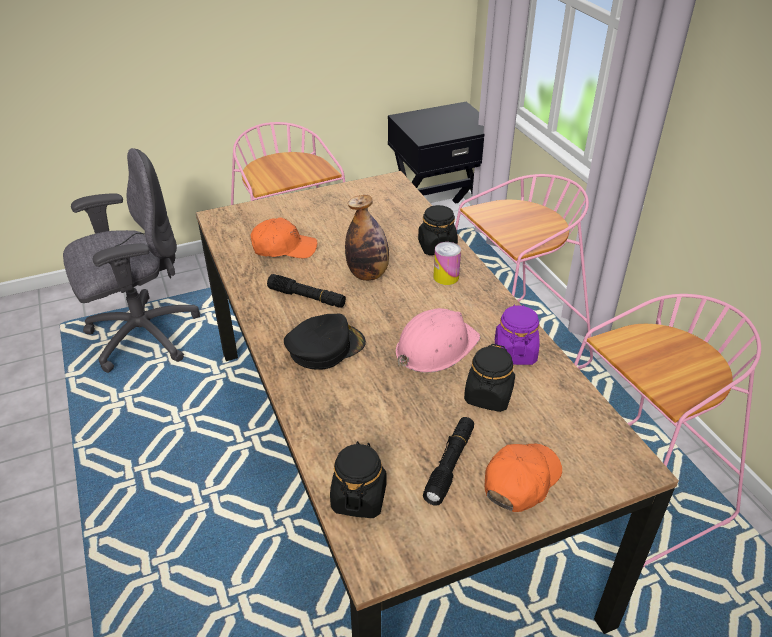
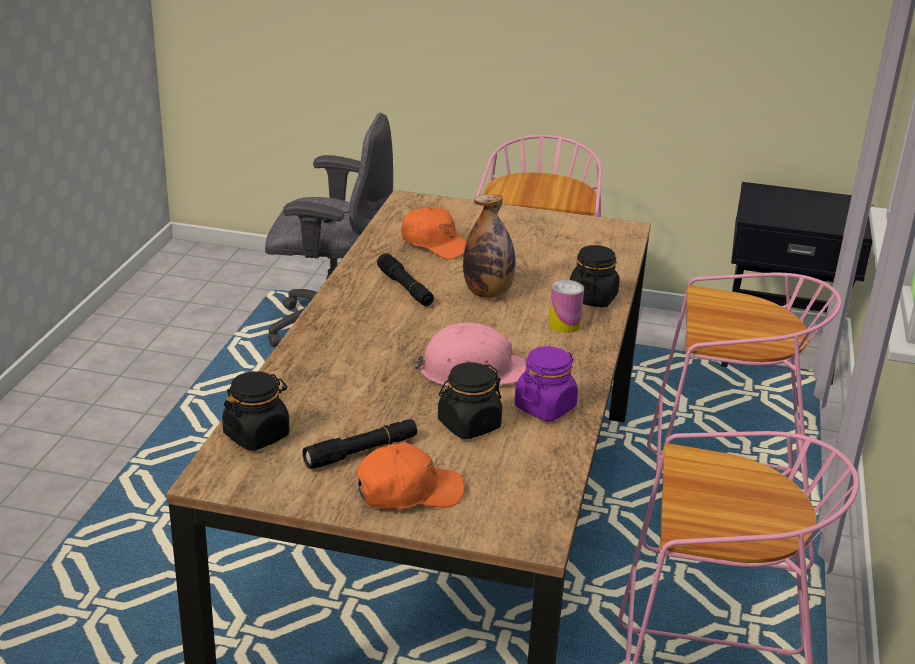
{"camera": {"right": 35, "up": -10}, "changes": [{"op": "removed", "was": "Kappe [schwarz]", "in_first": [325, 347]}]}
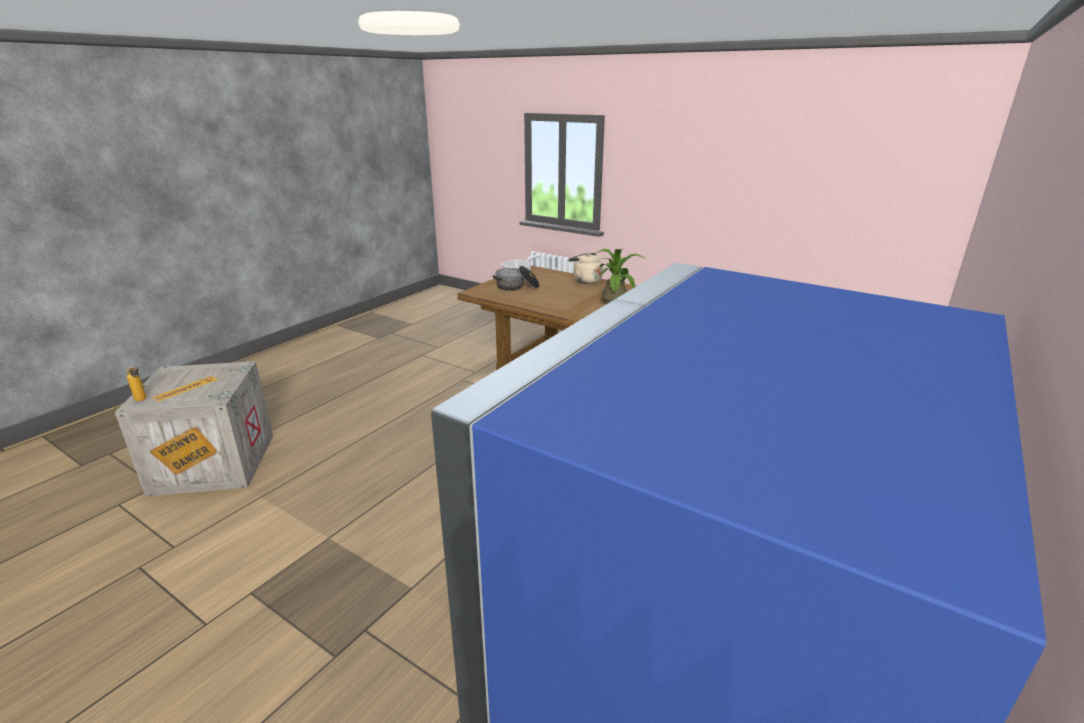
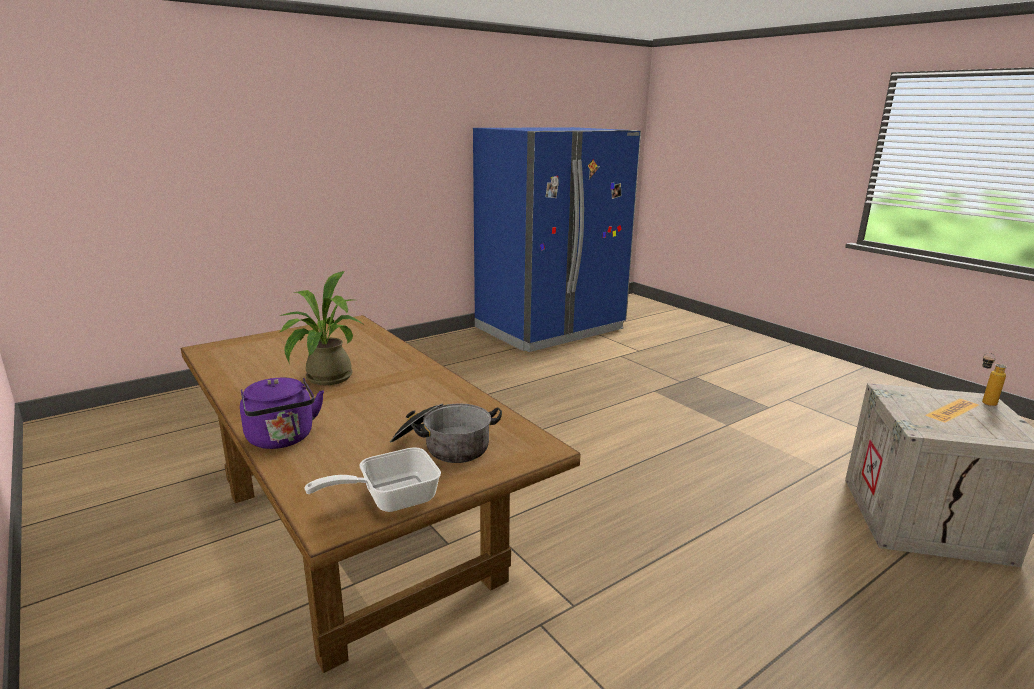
{"camera": {"right": -160, "up": -5}, "changes": [{"op": "recoloured", "was": "Wasserkessel [beige]", "now": "Wasserkessel [lila]", "in_first": [585, 280], "in_second": [282, 439]}]}
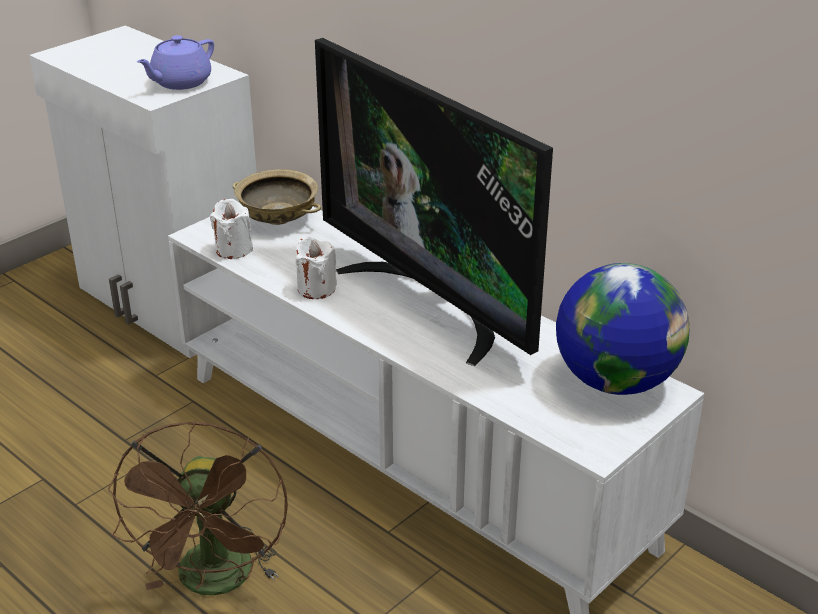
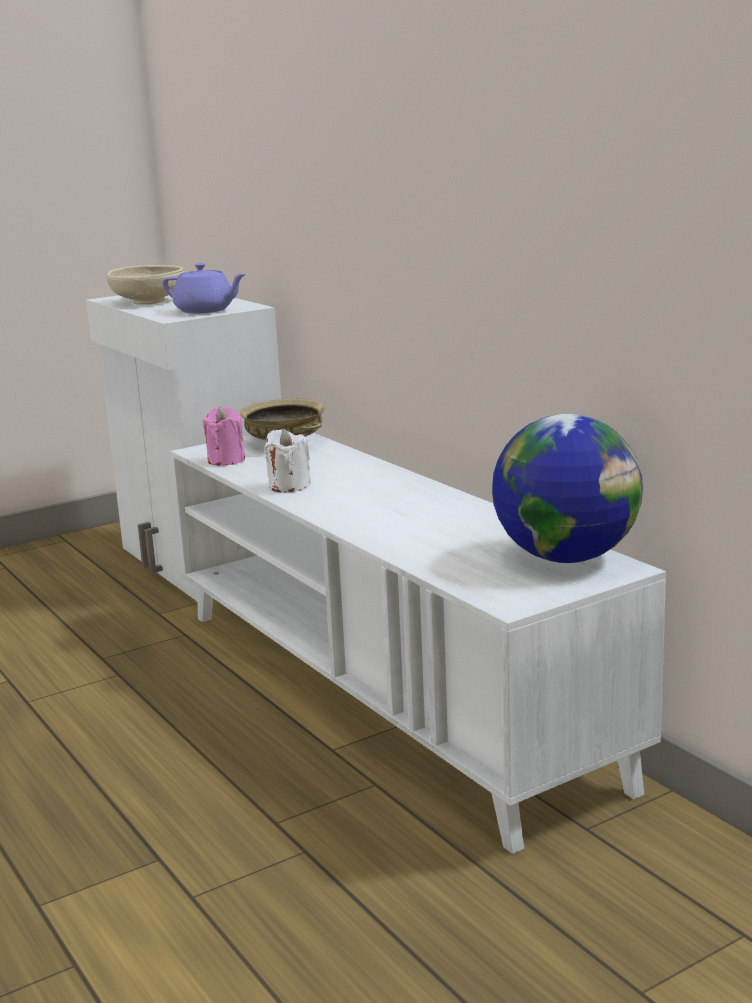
{"camera": {"right": 15, "up": -15}, "changes": [{"op": "removed", "was": "Ventilator [braun]", "in_first": [216, 583]}, {"op": "turned", "was": "Teekanne [lila]", "in_first": [180, 82], "in_second": [205, 310], "clockwise": -120}, {"op": "recoloured", "was": "Kerze [weiß]", "now": "Kerze [rosa]", "in_first": [233, 250], "in_second": [226, 460]}, {"op": "removed", "was": "Fernseher", "in_first": [432, 302]}, {"op": "added", "now": "Schüssel [beige]", "in_second": [148, 301]}]}
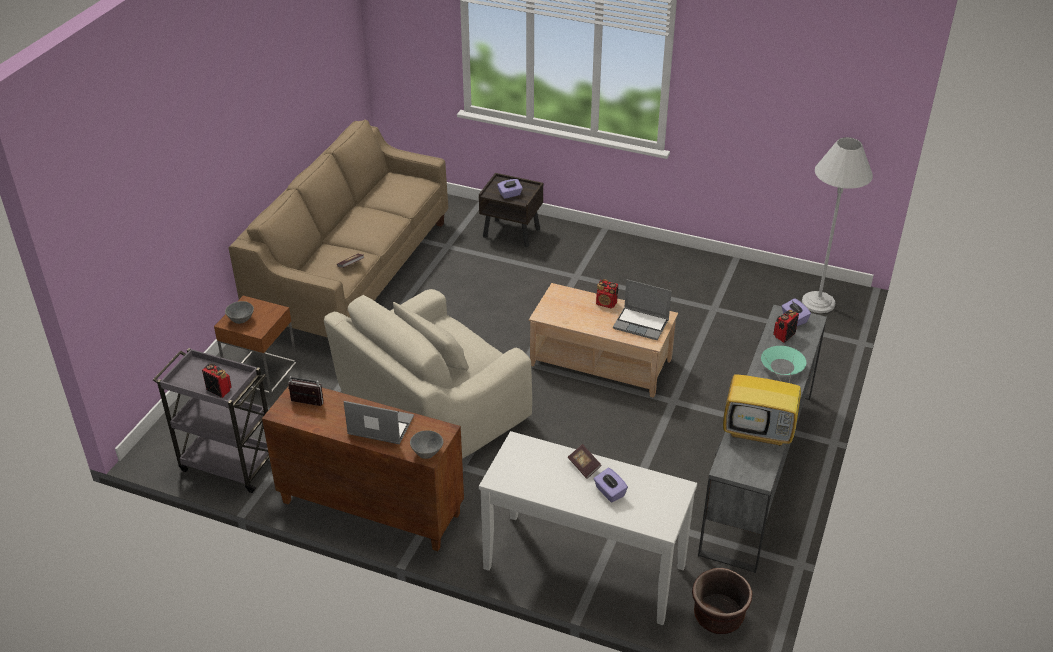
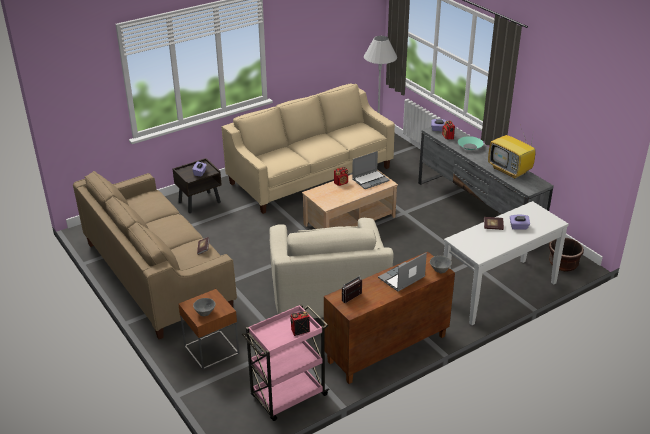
{"camera": {"right": -55, "up": -5}, "changes": [{"op": "recoloured", "was": "Rollwagen [grau]", "now": "Rollwagen [rosa]", "in_first": [228, 463], "in_second": [287, 396]}, {"op": "turned", "was": "Fernseher", "in_first": [760, 431], "in_second": [510, 171], "clockwise": 90}, {"op": "added", "now": "Sofa [beige]", "in_second": [311, 175]}]}
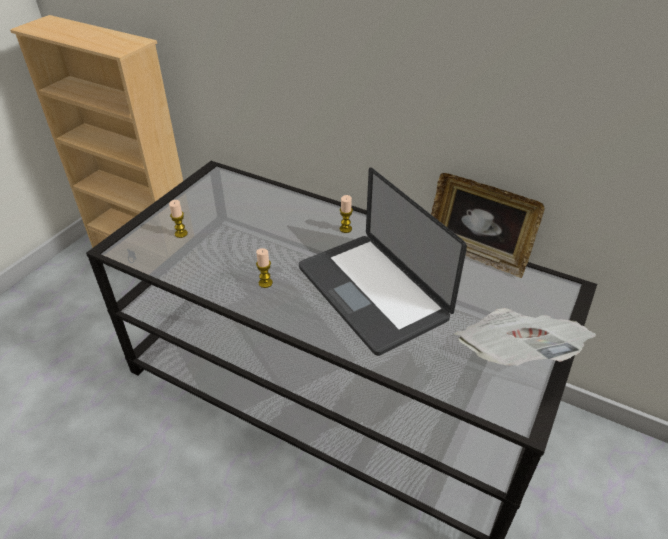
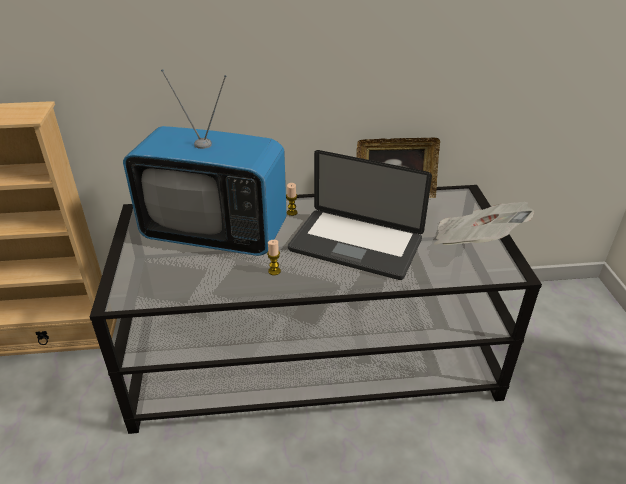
{"camera": {"right": -35, "up": -5}, "changes": [{"op": "removed", "was": "Kerze", "in_first": [181, 233]}, {"op": "added", "now": "Fernseher", "in_second": [215, 234]}]}
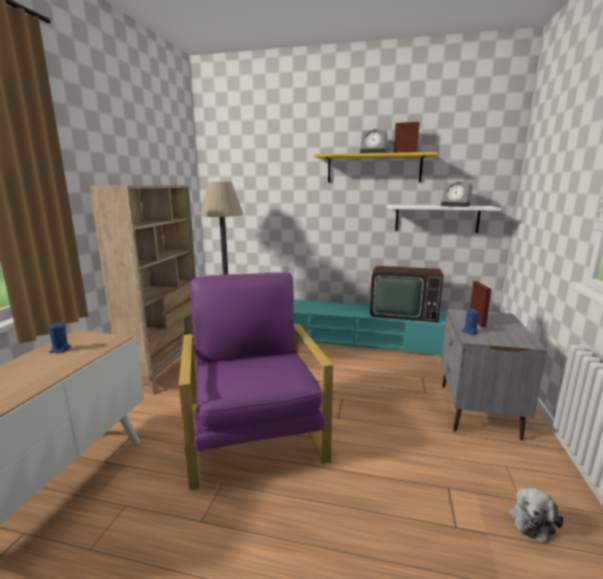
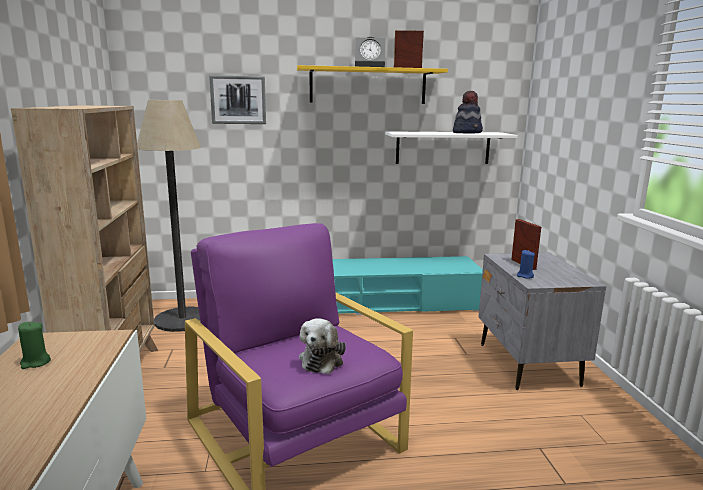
{"camera": {"right": -20, "up": 0}, "changes": [{"op": "recoloured", "was": "Kerze [blau]", "now": "Kerze [grün]", "in_first": [60, 349], "in_second": [35, 362]}, {"op": "removed", "was": "Fernseher", "in_first": [402, 313]}, {"op": "replaced", "was": "Wecker", "now": "Hut", "in_first": [456, 206], "in_second": [467, 133]}, {"op": "moved", "was": "Plüschtier", "in_first": [532, 519], "in_second": [322, 359]}, {"op": "added", "now": "Bild", "in_second": [238, 100]}]}
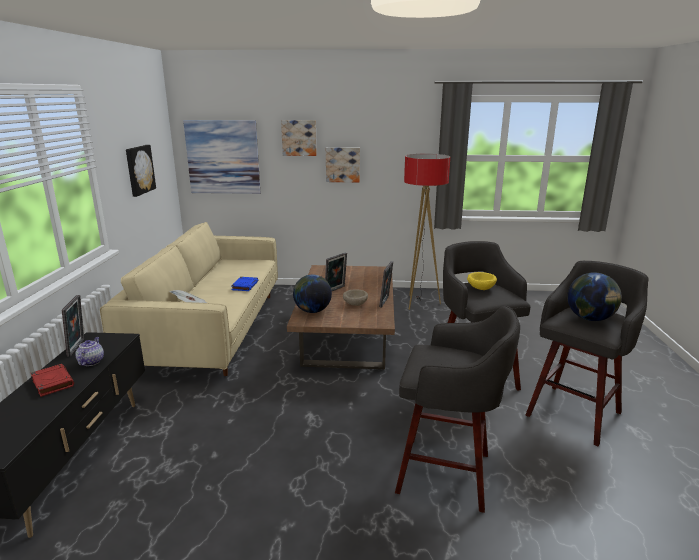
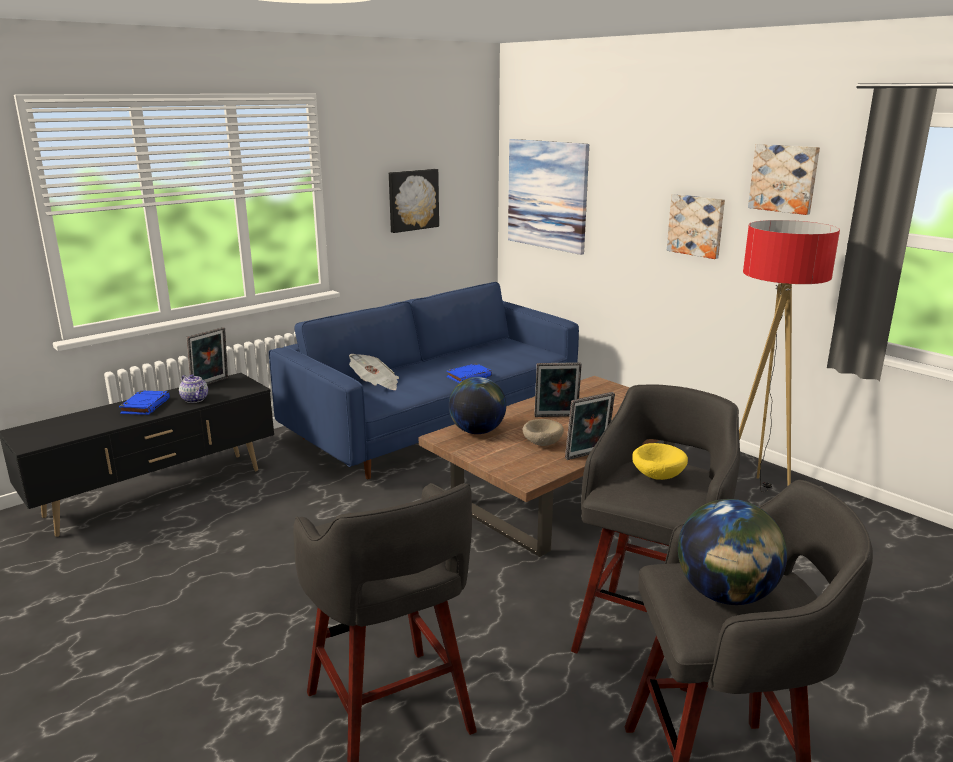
{"camera": {"right": 45, "up": 0}, "changes": [{"op": "recoloured", "was": "Buch [rot]", "now": "Buch [blau]", "in_first": [52, 382], "in_second": [145, 406]}, {"op": "turned", "was": "Teekanne", "in_first": [91, 361], "in_second": [195, 399], "clockwise": 90}, {"op": "recoloured", "was": "Sofa [beige]", "now": "Sofa [blau]", "in_first": [211, 329], "in_second": [433, 423]}, {"op": "moved", "was": "Bild", "in_first": [299, 137], "in_second": [784, 178]}]}
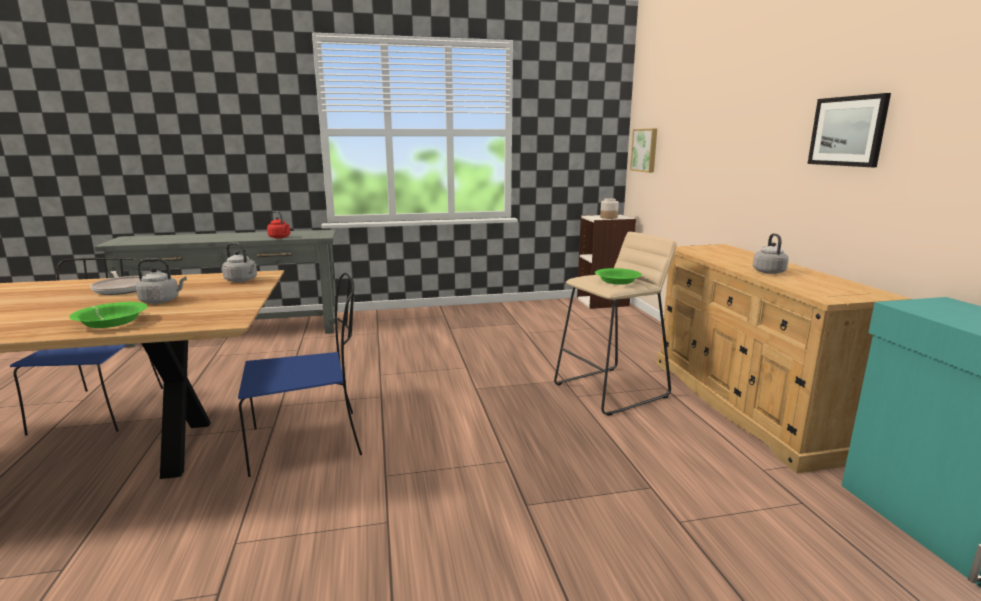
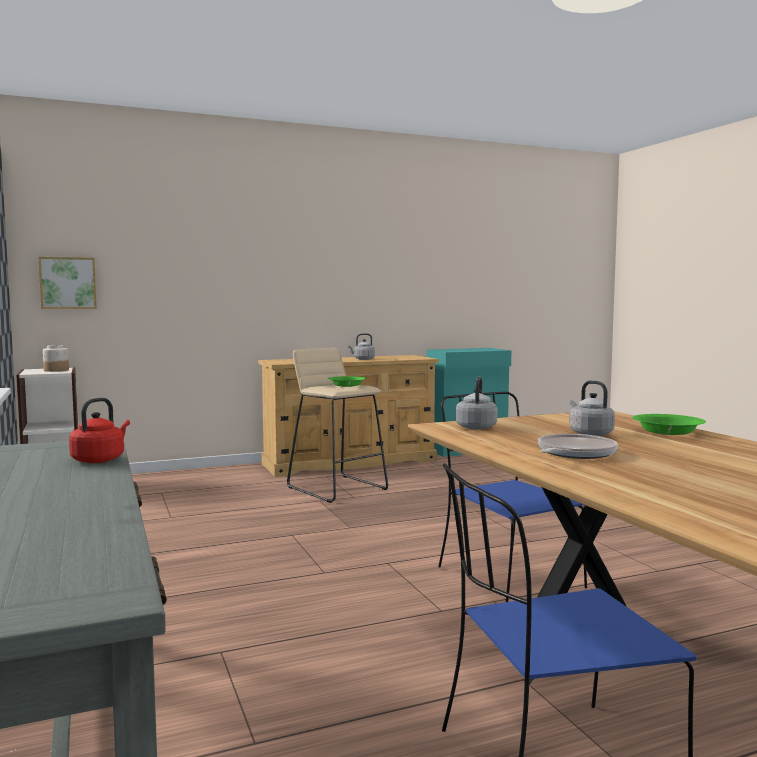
{"camera": {"right": -100, "up": -10}, "changes": [{"op": "removed", "was": "Bild", "in_first": [848, 131]}]}
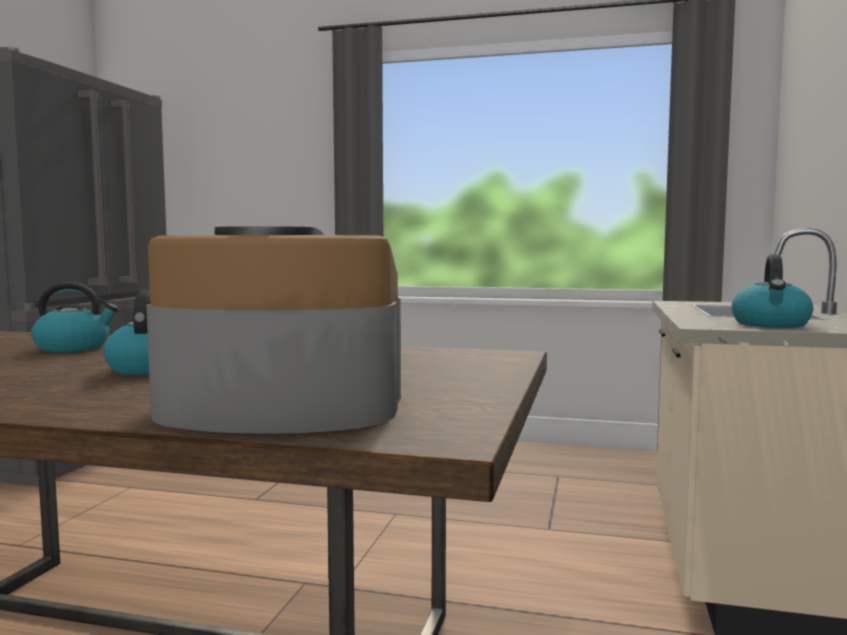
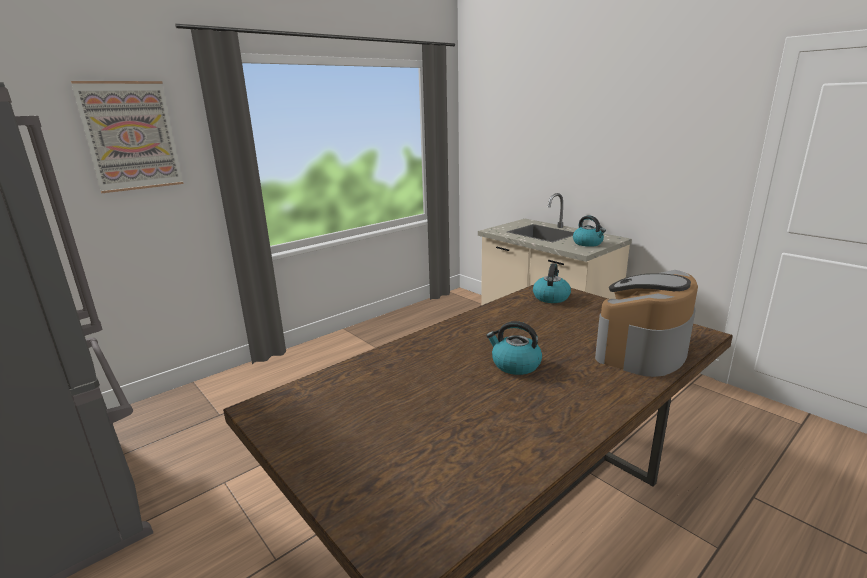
{"camera": {"right": -55, "up": 15}, "changes": [{"op": "moved", "was": "Wasserkessel", "in_first": [74, 348], "in_second": [551, 297]}, {"op": "added", "now": "Bild", "in_second": [131, 136]}]}
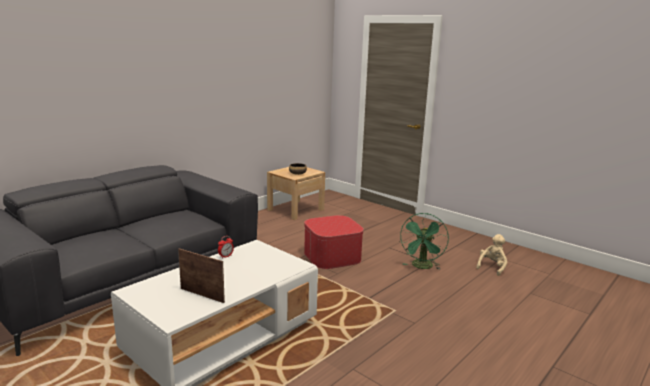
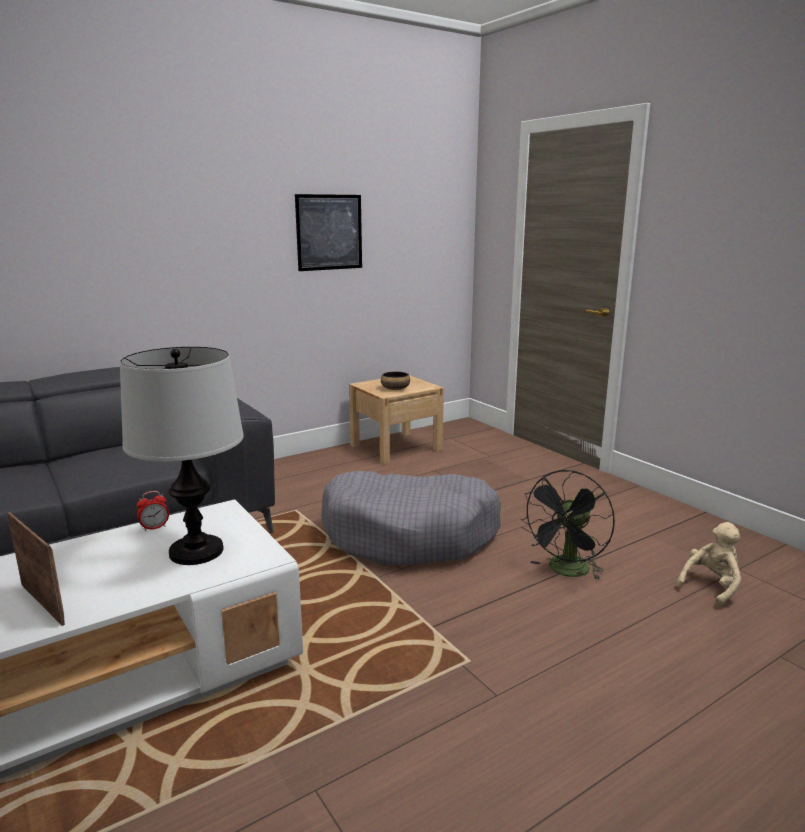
{"camera": {"right": 15, "up": 0}, "changes": [{"op": "replaced", "was": "Polsterhocker", "now": "Hundebett [grau]", "in_first": [332, 256], "in_second": [410, 535]}, {"op": "recoloured", "was": "Ventilator [grün]", "now": "Ventilator [schwarz]", "in_first": [422, 267], "in_second": [566, 572]}, {"op": "added", "now": "Tischlampe", "in_second": [195, 552]}, {"op": "added", "now": "Bild", "in_second": [329, 232]}]}
